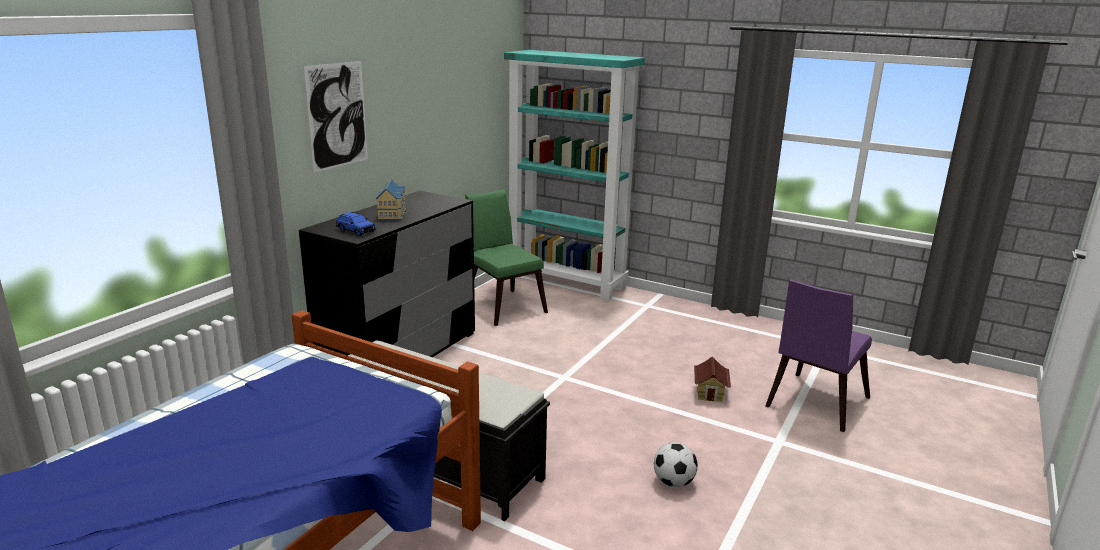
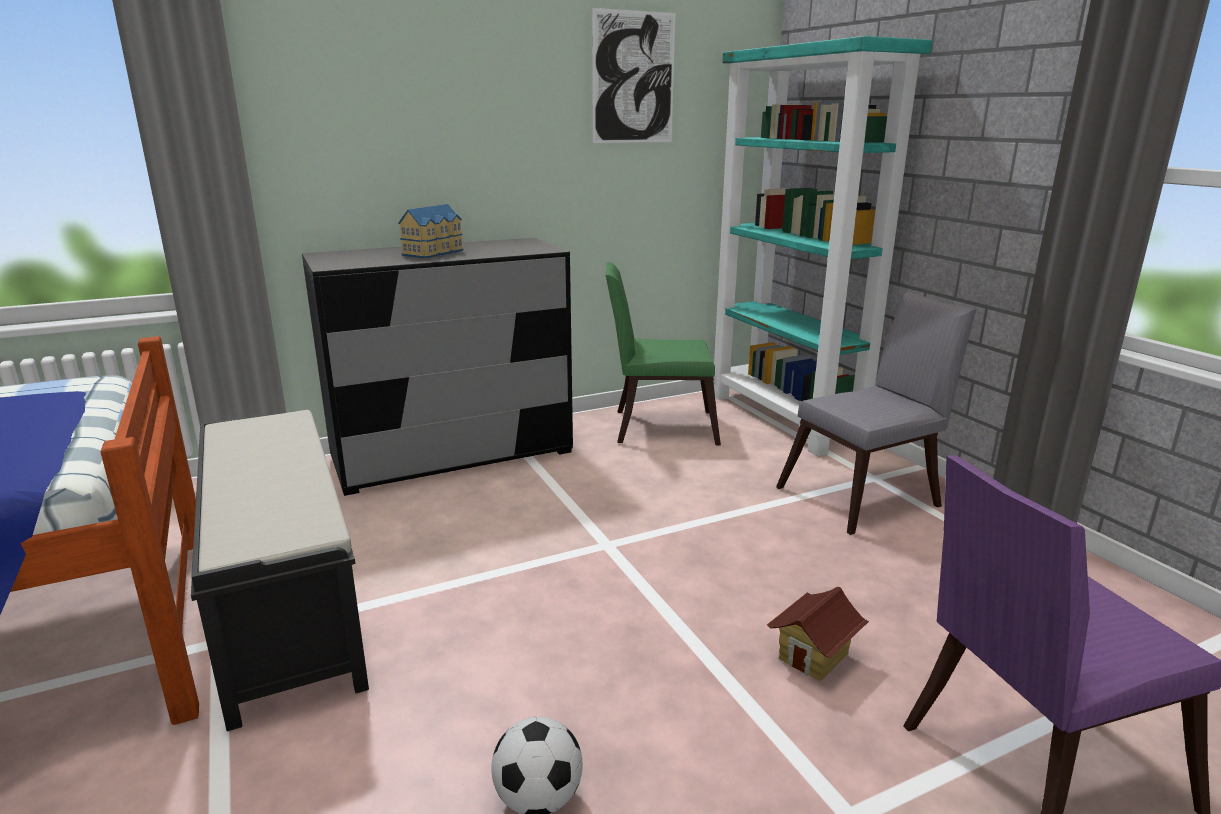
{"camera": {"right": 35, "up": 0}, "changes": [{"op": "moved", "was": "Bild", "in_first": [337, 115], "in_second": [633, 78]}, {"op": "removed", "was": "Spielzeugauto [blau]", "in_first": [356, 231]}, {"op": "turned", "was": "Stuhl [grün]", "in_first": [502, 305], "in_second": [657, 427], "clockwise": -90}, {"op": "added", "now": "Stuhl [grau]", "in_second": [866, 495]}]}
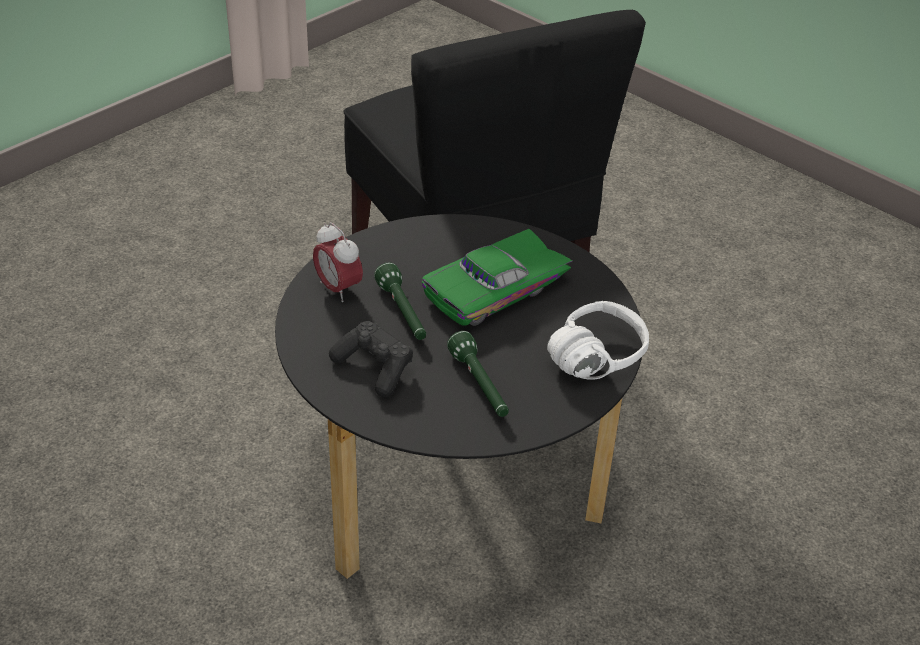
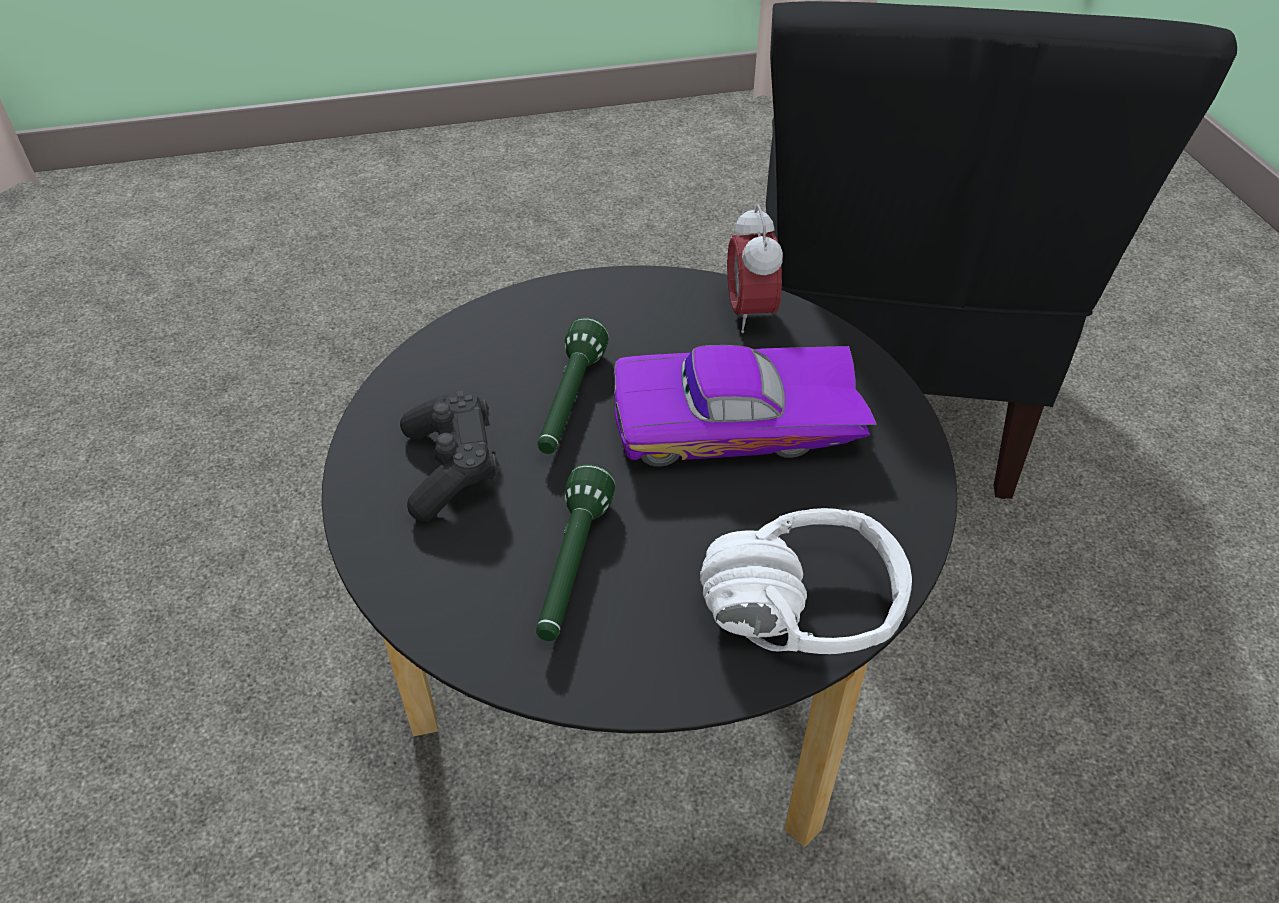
{"camera": {"right": 35, "up": 5}, "changes": [{"op": "moved", "was": "Wecker", "in_first": [338, 289], "in_second": [750, 313]}, {"op": "recoloured", "was": "Spielzeugauto [grün]", "now": "Spielzeugauto [lila]", "in_first": [498, 292], "in_second": [737, 428]}]}
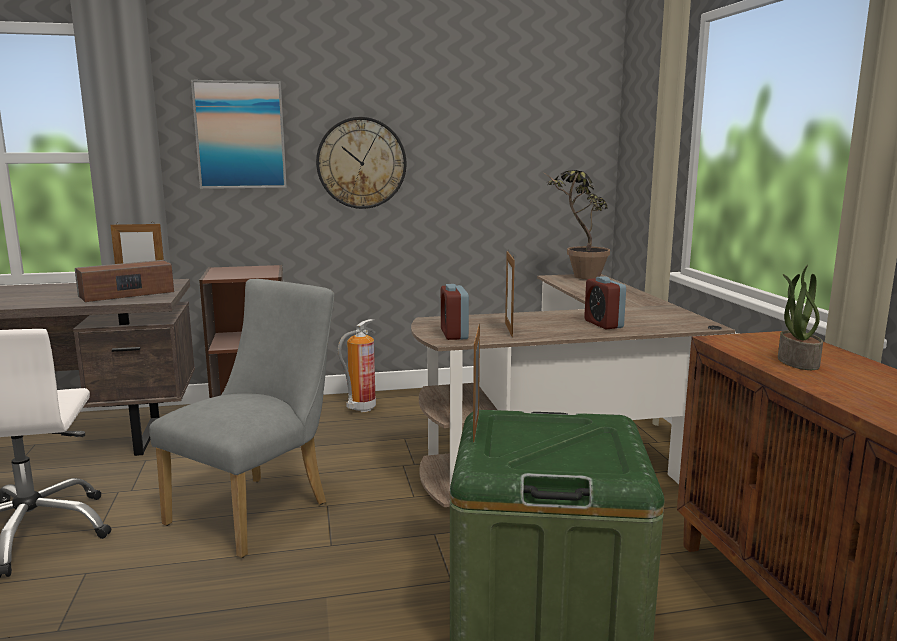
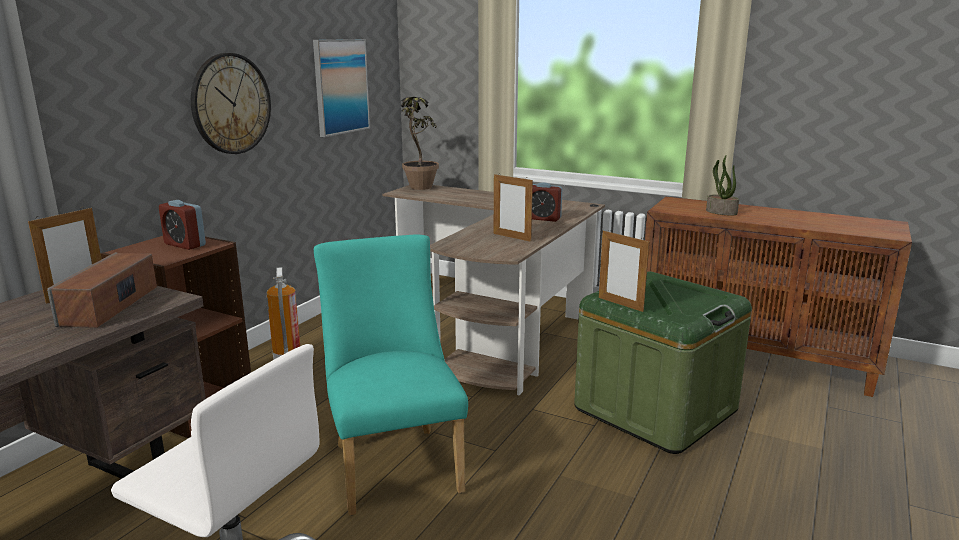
{"camera": {"right": -50, "up": 5}, "changes": [{"op": "recoloured", "was": "Stuhl [grau]", "now": "Stuhl [türkis]", "in_first": [258, 509], "in_second": [393, 462]}, {"op": "moved", "was": "Bild", "in_first": [240, 135], "in_second": [341, 86]}, {"op": "moved", "was": "Wecker", "in_first": [454, 334], "in_second": [185, 245]}]}
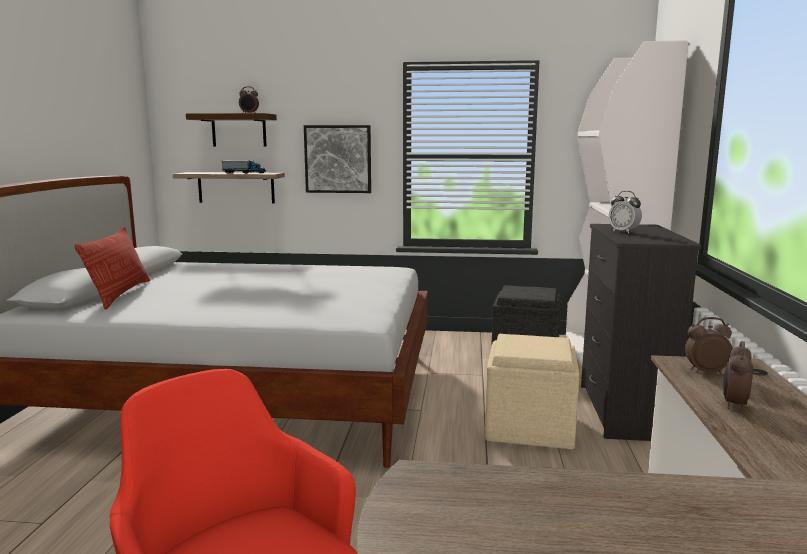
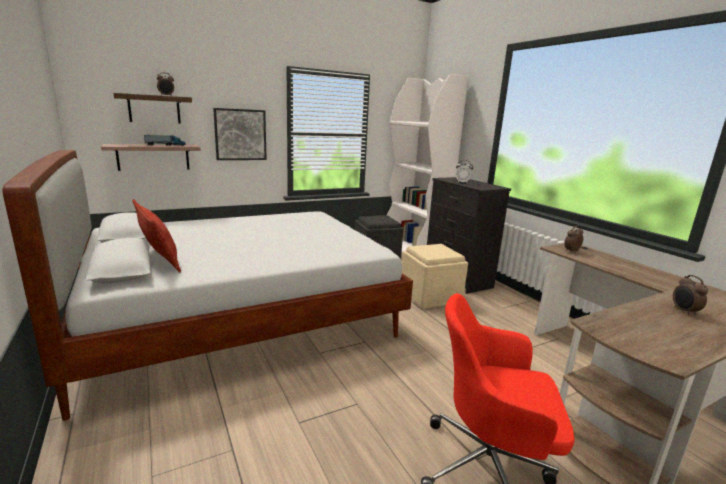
{"camera": {"right": -35, "up": 5}, "changes": [{"op": "moved", "was": "Wecker", "in_first": [734, 404], "in_second": [684, 311]}]}
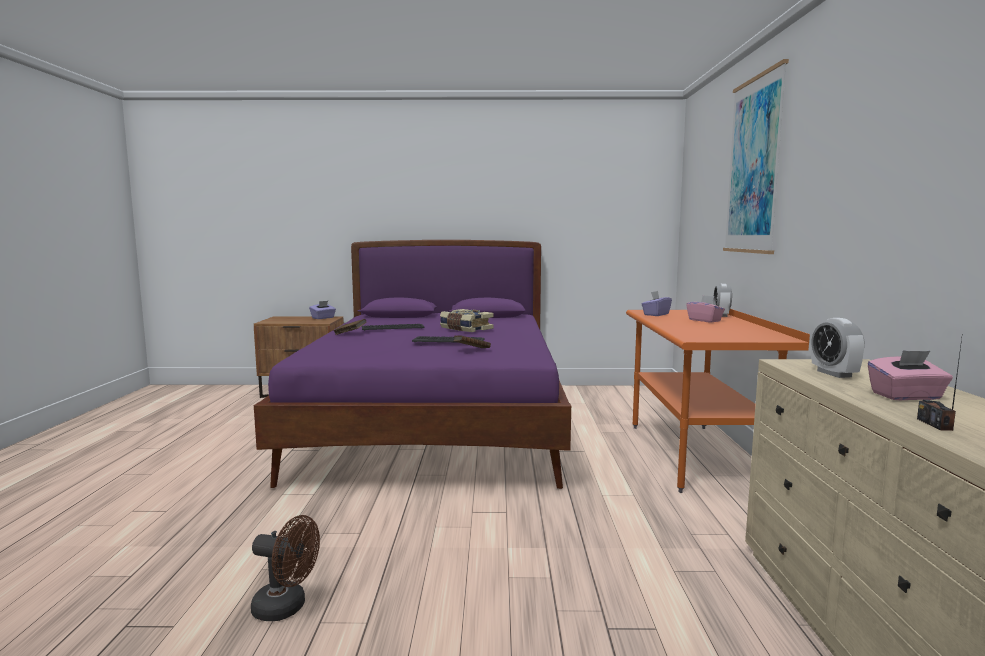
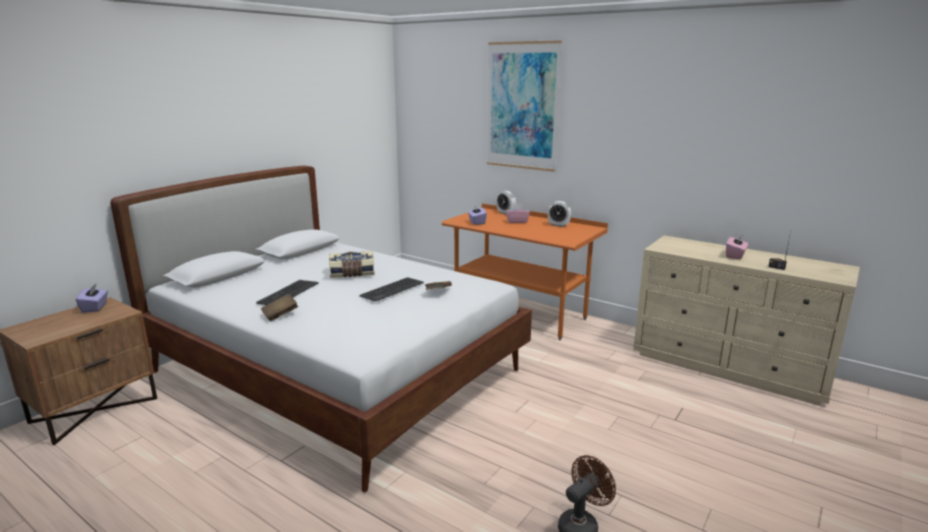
{"camera": {"right": -55, "up": 10}, "changes": [{"op": "recoloured", "was": "Bett [lila]", "now": "Bett [weiß]", "in_first": [437, 426], "in_second": [337, 372]}, {"op": "moved", "was": "Wecker", "in_first": [834, 374], "in_second": [558, 225]}]}
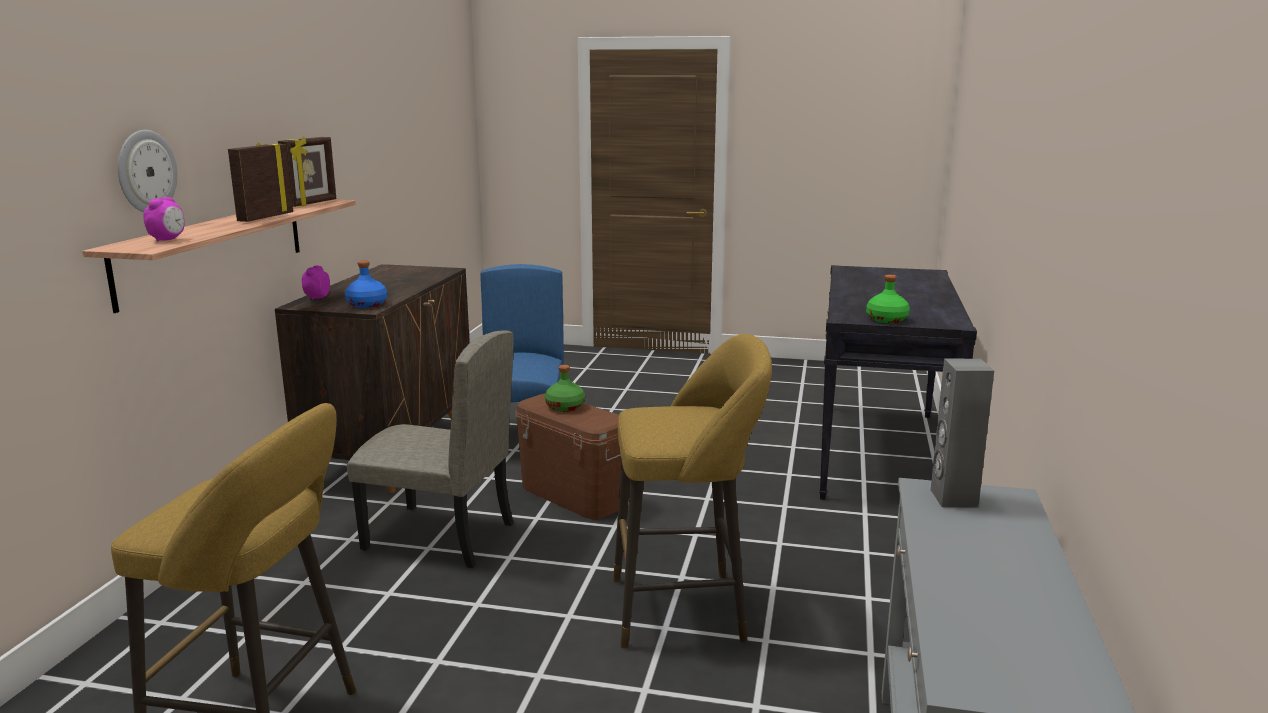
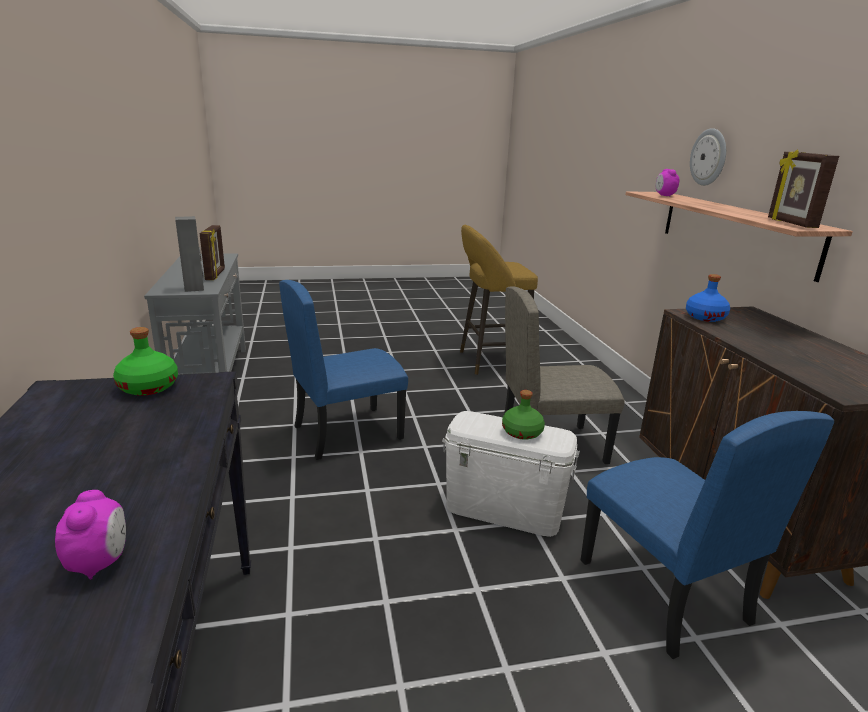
{"camera": {"right": 155, "up": 5}, "changes": [{"op": "moved", "was": "Bilderrahmen", "in_first": [265, 217], "in_second": [216, 275]}, {"op": "moved", "was": "Wecker", "in_first": [317, 297], "in_second": [100, 562]}, {"op": "recoloured", "was": "Aufbewahrungsbox [braun]", "now": "Aufbewahrungsbox [weiß]", "in_first": [572, 495], "in_second": [504, 509]}, {"op": "replaced", "was": "Hocker [gelb]", "now": "Stuhl [blau]", "in_first": [686, 609], "in_second": [347, 432]}]}
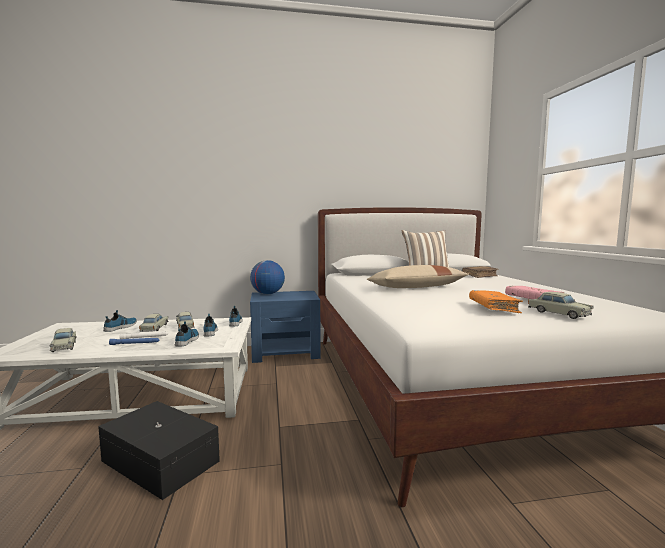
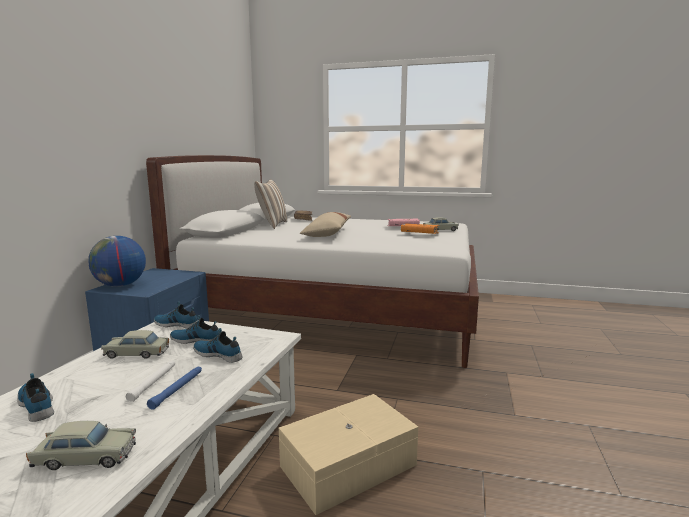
{"camera": {"right": -65, "up": 5}, "changes": [{"op": "recoloured", "was": "Aufbewahrungsbox [schwarz]", "now": "Aufbewahrungsbox [beige]", "in_first": [161, 460], "in_second": [346, 465]}, {"op": "removed", "was": "Spielzeugauto [beige]", "in_first": [154, 328]}]}
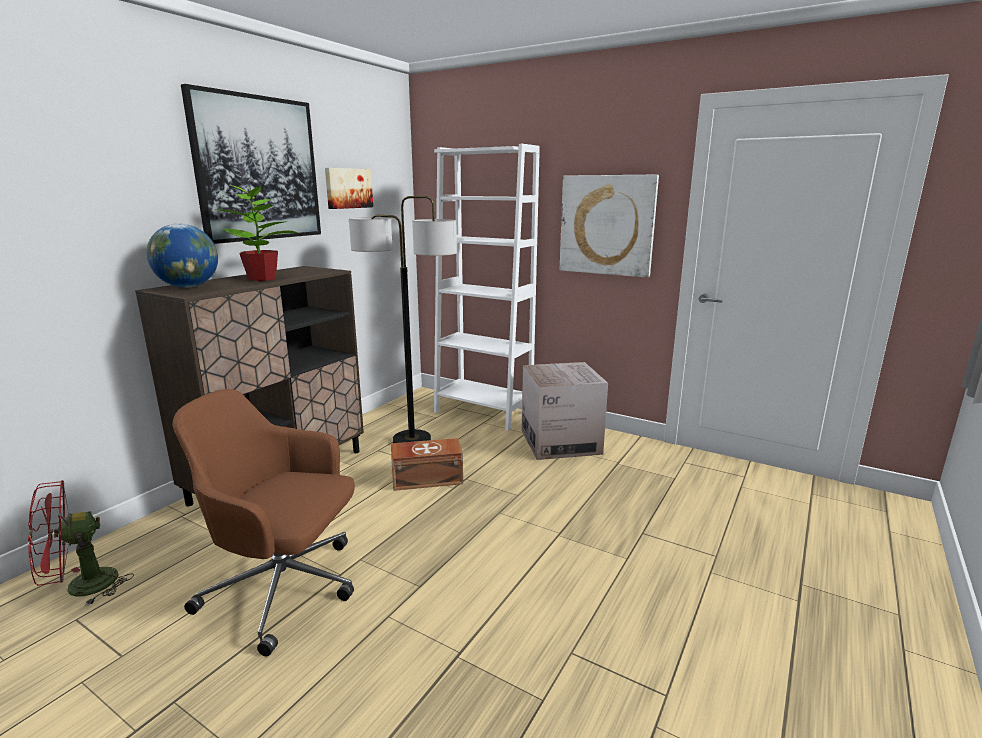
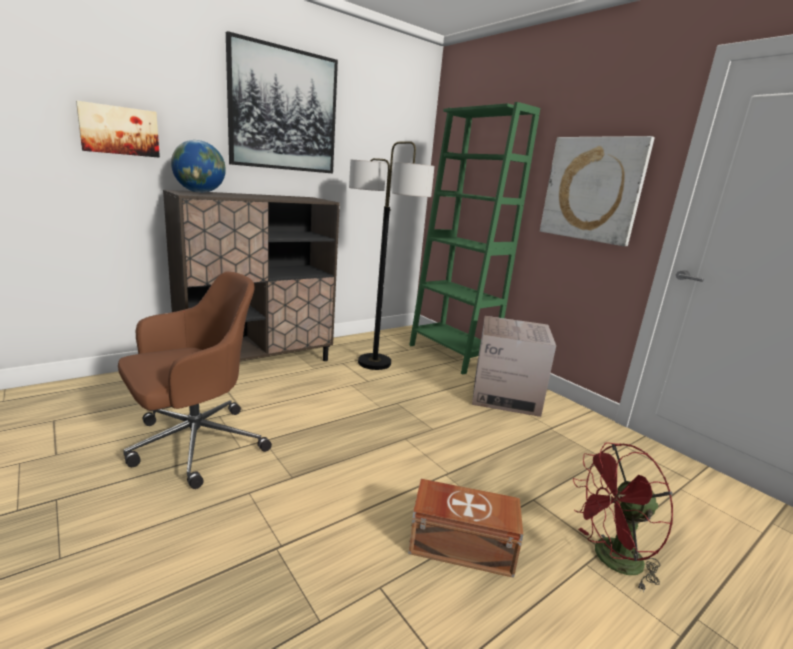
{"camera": {"right": 20, "up": 0}, "changes": [{"op": "moved", "was": "Ventilator [rot]", "in_first": [80, 588], "in_second": [610, 560]}, {"op": "turned", "was": "Bürostuhl [braun]", "in_first": [285, 589], "in_second": [194, 445], "clockwise": 105}, {"op": "removed", "was": "Topfpflanze", "in_first": [263, 279]}, {"op": "moved", "was": "Bild", "in_first": [348, 188], "in_second": [119, 130]}, {"op": "moved", "was": "Aufbewahrungsbox [braun]", "in_first": [426, 478], "in_second": [460, 544]}, {"op": "recoloured", "was": "Bücherregal [weiß]", "now": "Bücherregal [grün]", "in_first": [483, 412], "in_second": [451, 355]}]}
